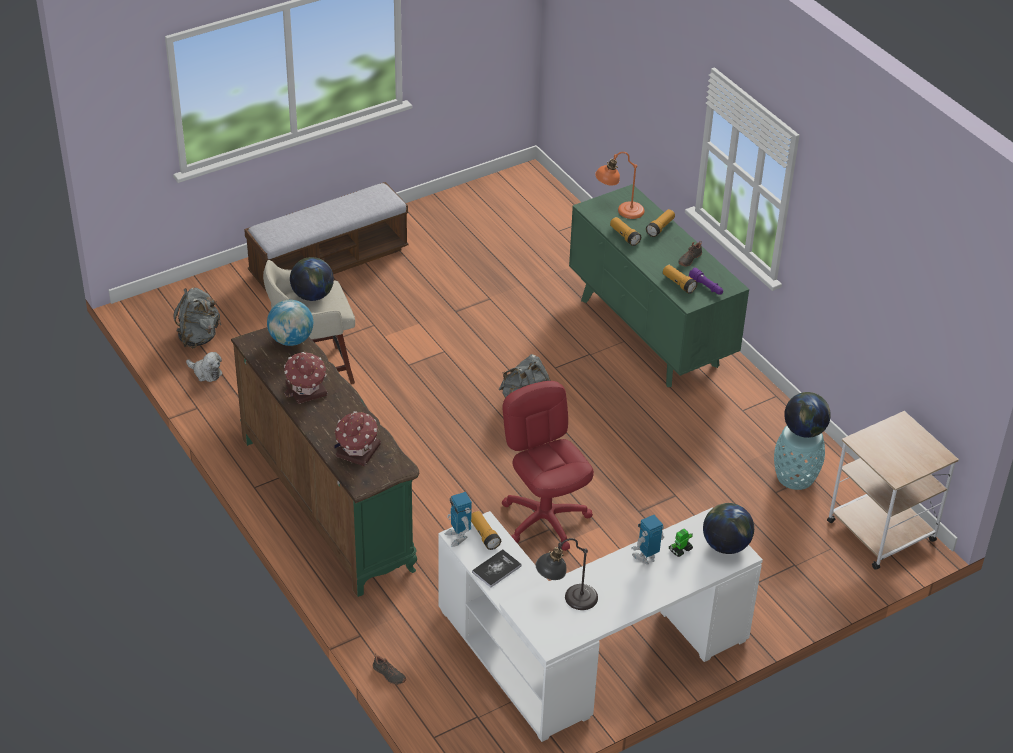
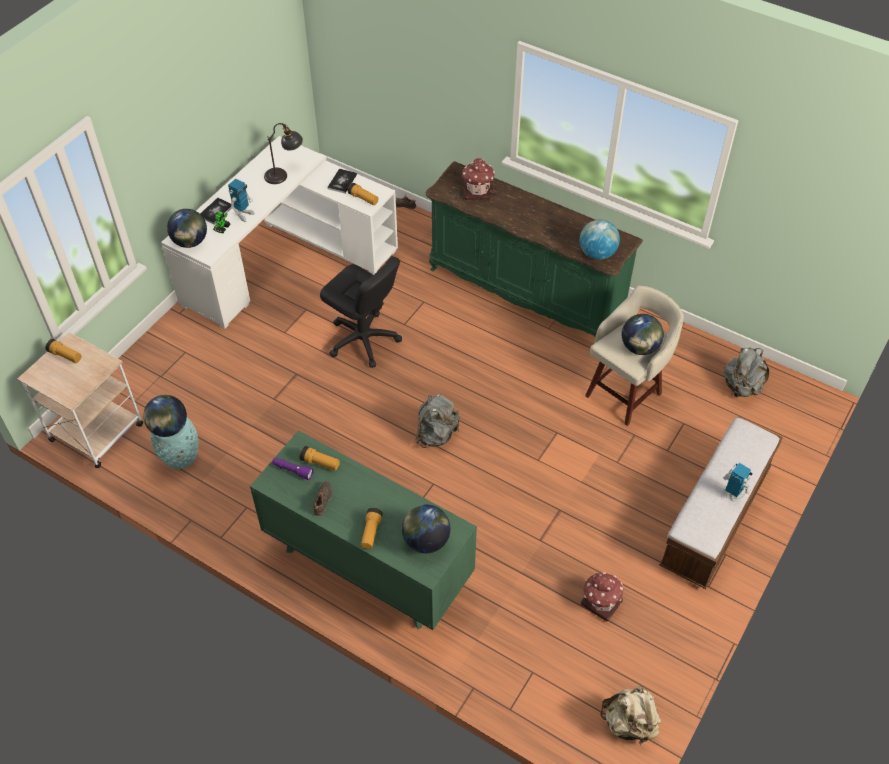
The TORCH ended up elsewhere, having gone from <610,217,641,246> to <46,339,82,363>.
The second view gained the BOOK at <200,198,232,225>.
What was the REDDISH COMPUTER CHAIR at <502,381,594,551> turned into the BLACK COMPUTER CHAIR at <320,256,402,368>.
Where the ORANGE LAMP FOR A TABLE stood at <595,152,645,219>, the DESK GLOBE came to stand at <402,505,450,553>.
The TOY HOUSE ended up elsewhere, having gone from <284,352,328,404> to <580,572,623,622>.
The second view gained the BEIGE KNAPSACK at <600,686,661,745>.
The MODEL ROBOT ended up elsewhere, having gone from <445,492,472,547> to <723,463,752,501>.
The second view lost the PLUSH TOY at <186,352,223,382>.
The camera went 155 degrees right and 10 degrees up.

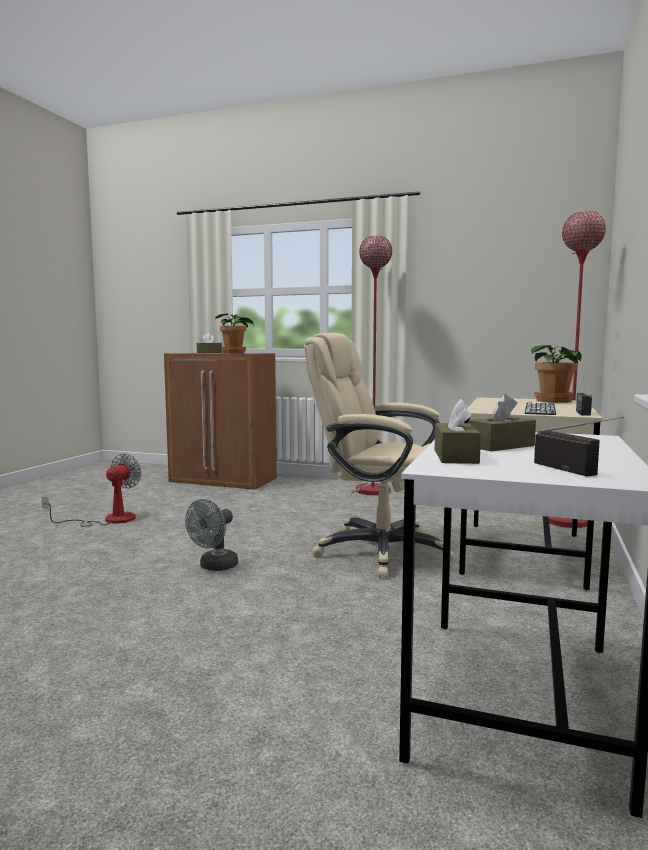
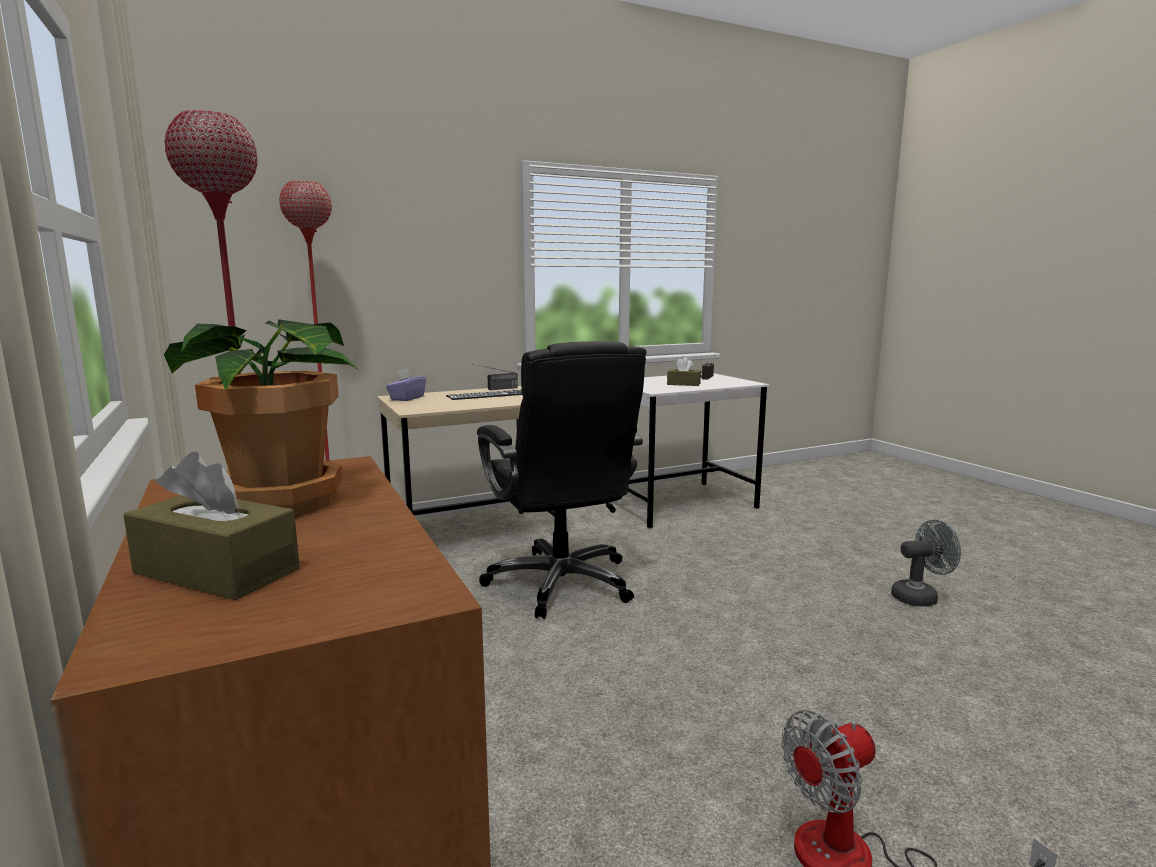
Where the HOUSEPLANT stood at <531,345,582,403>, the PURPLE-COLOURED BOX OF TISSUES came to stand at <386,369,426,401>.
What was the BEIGE COMPUTER CHAIR at <304,333,455,578> turned into the BLACK COMPUTER CHAIR at <477,341,647,619>.
The GREY COOLING FAN ended up elsewhere, having gone from <185,499,238,571> to <891,520,961,607>.
The second view lost the BROWN BOX OF TISSUES at <435,399,481,464>.
The camera went 135 degrees left and 5 degrees up.

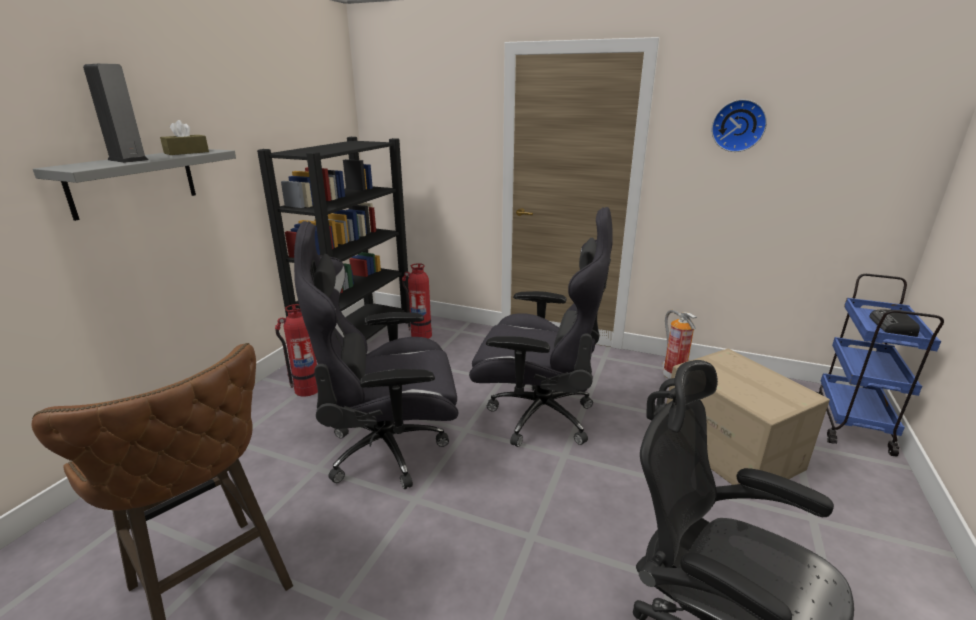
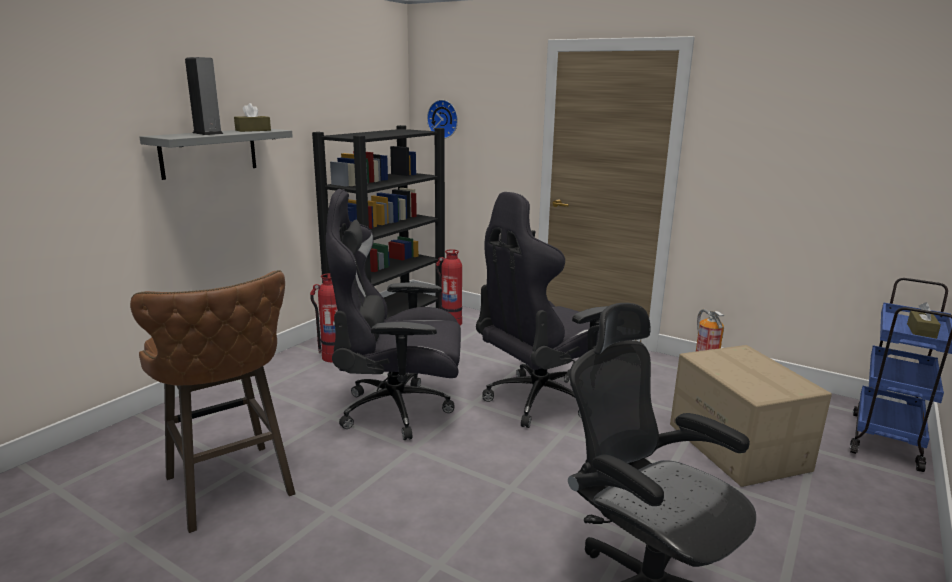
The WALL CLOCK ended up elsewhere, having gone from <711,99,767,152> to <427,100,458,138>.
The BLACK COMPUTER CHAIR at <469,207,613,447> ended up facing another way, 120 degrees clockwise from before.
Where the RADIO SET stood at <869,310,920,337>, the BROWN BOX OF TISSUES came to stand at <907,302,941,339>.
The camera went 10 degrees right and 5 degrees down.

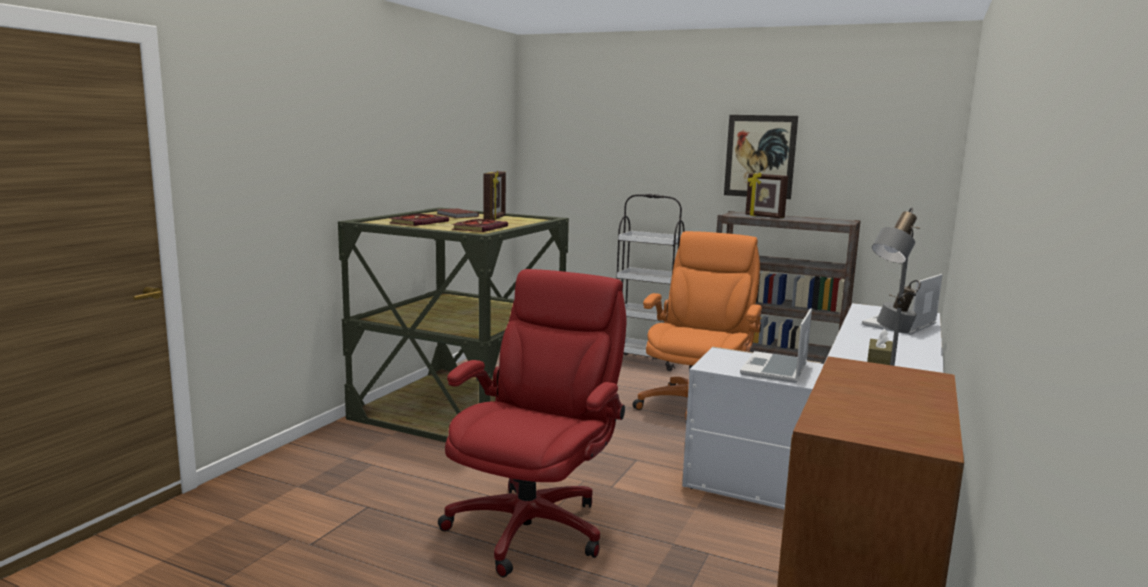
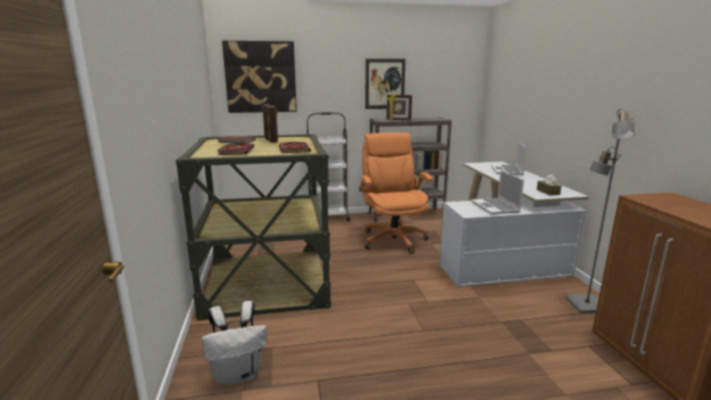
The second view gained the WHITE KNAPSACK at <202,301,267,386>.
The second view gained the WALL PICTURE at <222,41,297,113>.
The second view lost the REDDISH COMPUTER CHAIR at <438,269,627,577>.
The camera went 35 degrees left and 5 degrees up.

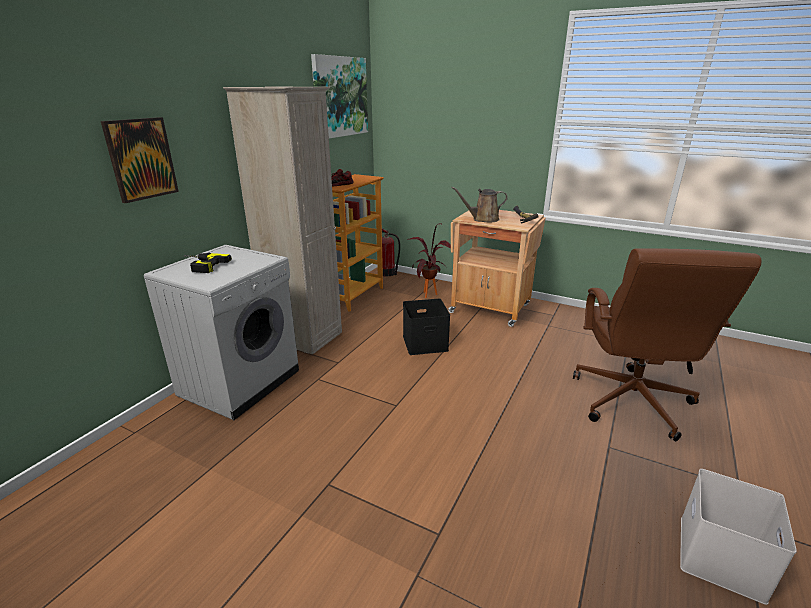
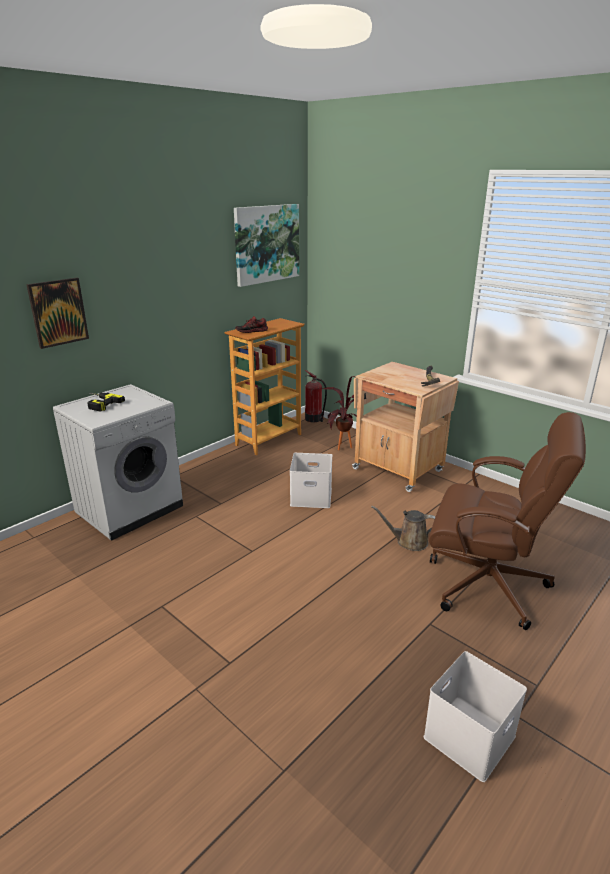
What was the BLACK STORAGE BOX at <403,299,450,355> turned into the WHITE STORAGE BOX at <290,453,332,508>.
The BROWN SPRINKLING CAN ended up elsewhere, having gone from <451,187,508,222> to <371,506,435,551>.
The BROWN COMPUTER CHAIR at <573,248,761,441> ended up facing another way, 90 degrees counterclockwise from before.
The second view lost the BEIGE CABINET at <223,87,342,354>.
The camera went 15 degrees right and 0 degrees up.

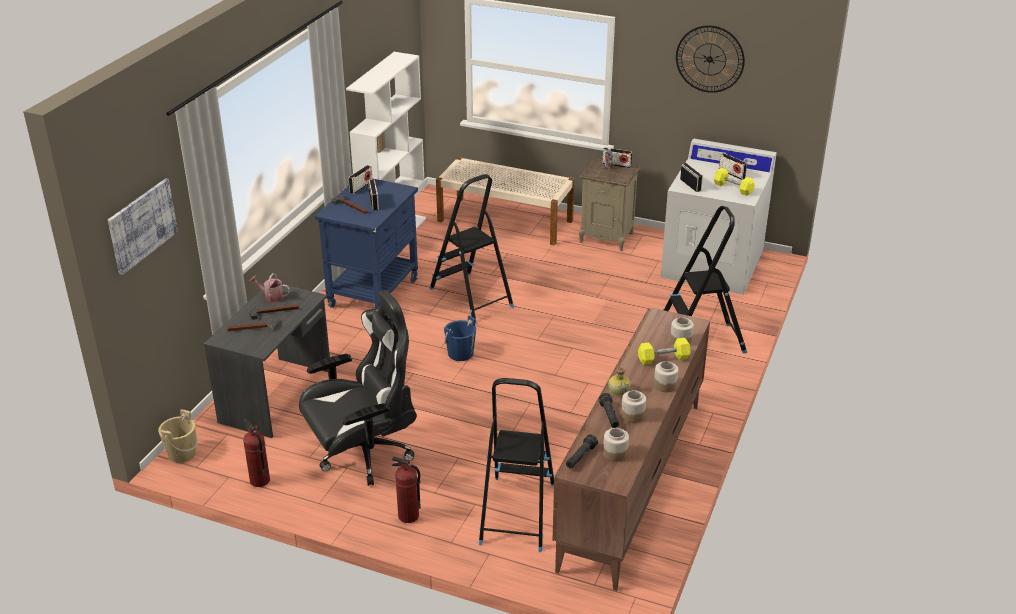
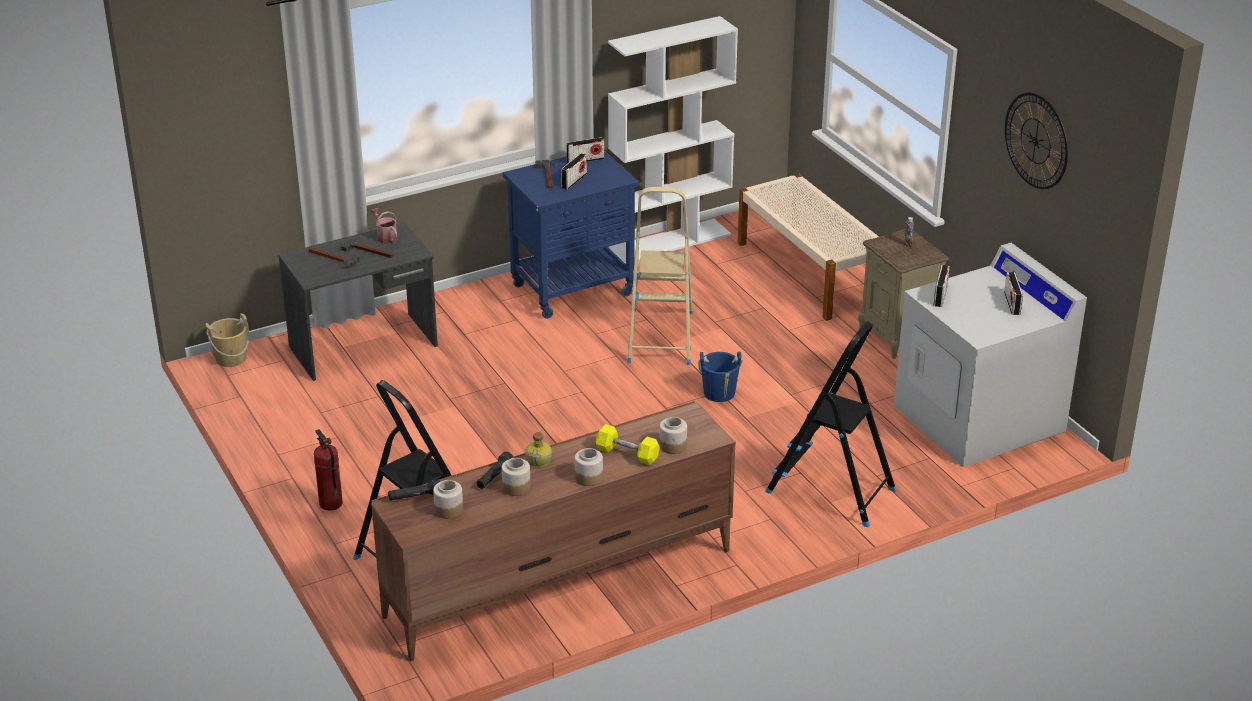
What was the BLACK STEP STOOL at <430,174,514,323> turned into the BEIGE STEP STOOL at <628,187,693,365>.
The BLUE-COLOURED BUCKET ended up elsewhere, having gone from <444,315,476,361> to <698,352,743,402>.
The second view lost the WALL PICTURE at <108,178,178,275>.
The second view lost the FIRE EXTINGUISHER at <243,419,270,487>.
The second view lost the BLACK COMPUTER CHAIR at <299,290,417,486>.
The second view lost the RADIO SET at <602,147,632,168>.
The second view lost the YELLOWISH HAND WEIGHT at <714,168,755,196>.
The camera went 40 degrees right and 0 degrees up.

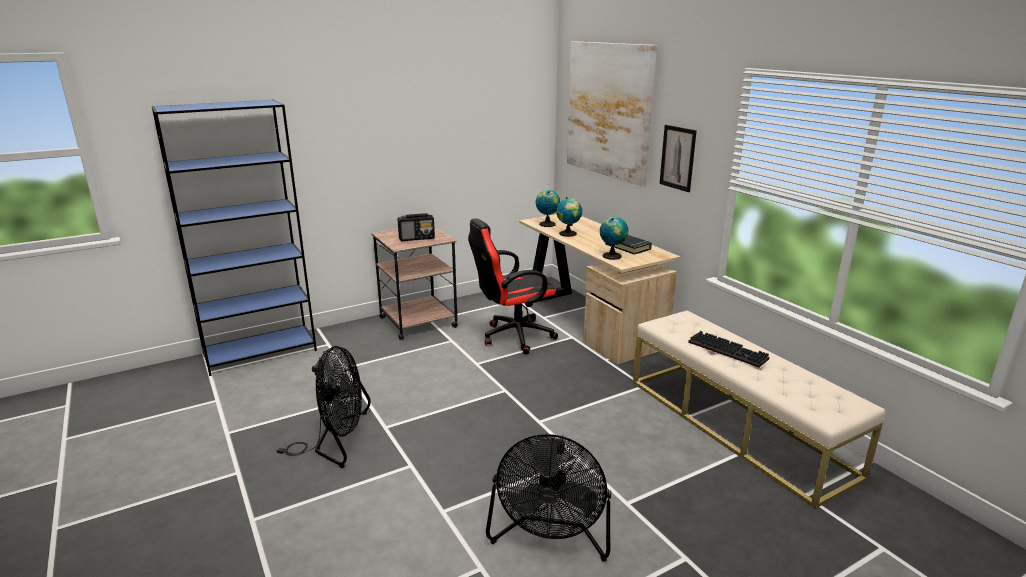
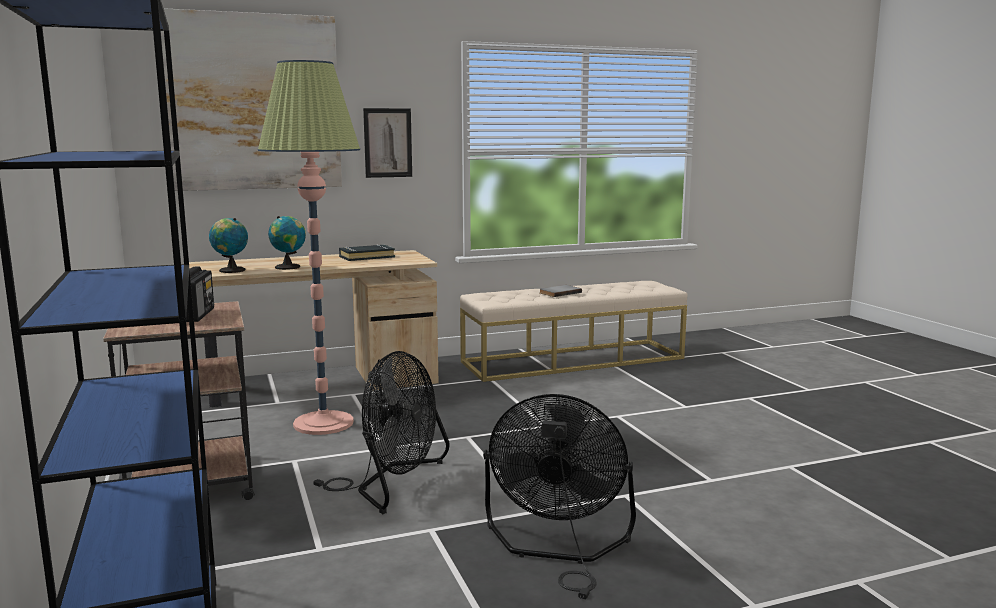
Where the BLACK COMPUTER CHAIR stood at <468,218,558,355>, the STANDING LAMP came to stand at <258,60,360,435>.
The BLACK COOLING FAN ended up elsewhere, having gone from <486,433,611,562> to <313,351,449,514>.
Where the COMPUTER KEYBOARD stood at <688,331,770,368>, the GREY BOOK came to stand at <540,285,582,297>.
The second view lost the DESK GLOBE at <600,217,628,260>.
The camera went 80 degrees left and 10 degrees down.

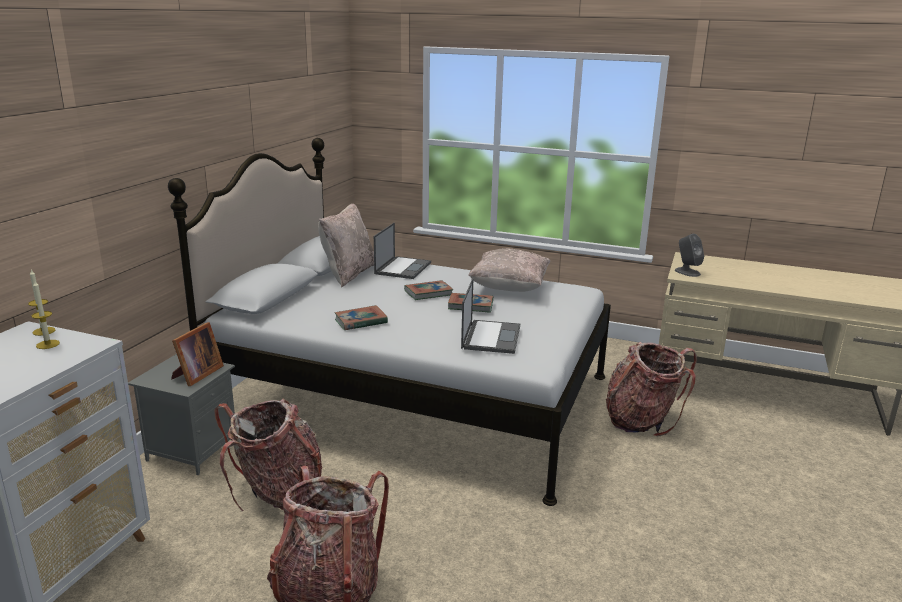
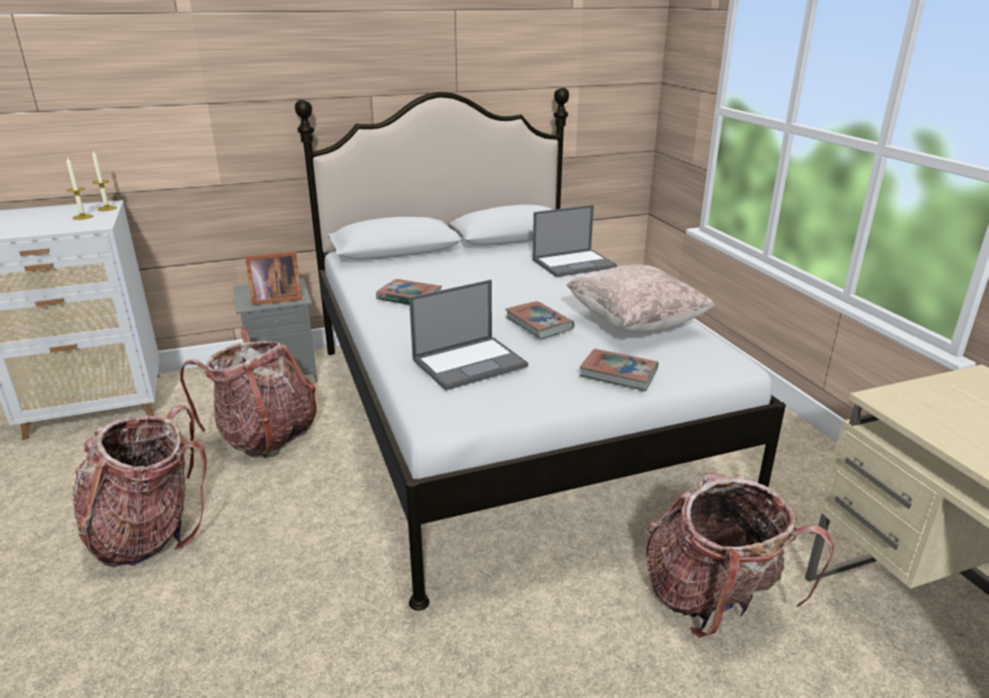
The BOOK ended up elsewhere, having gone from <404,280,453,300> to <580,349,658,391>.
The second view lost the BEIGE THROW PILLOW at <318,204,374,287>.
The second view lost the GREY AUDIO SPEAKER at <675,234,704,277>.
The camera went 50 degrees right and 5 degrees up.

